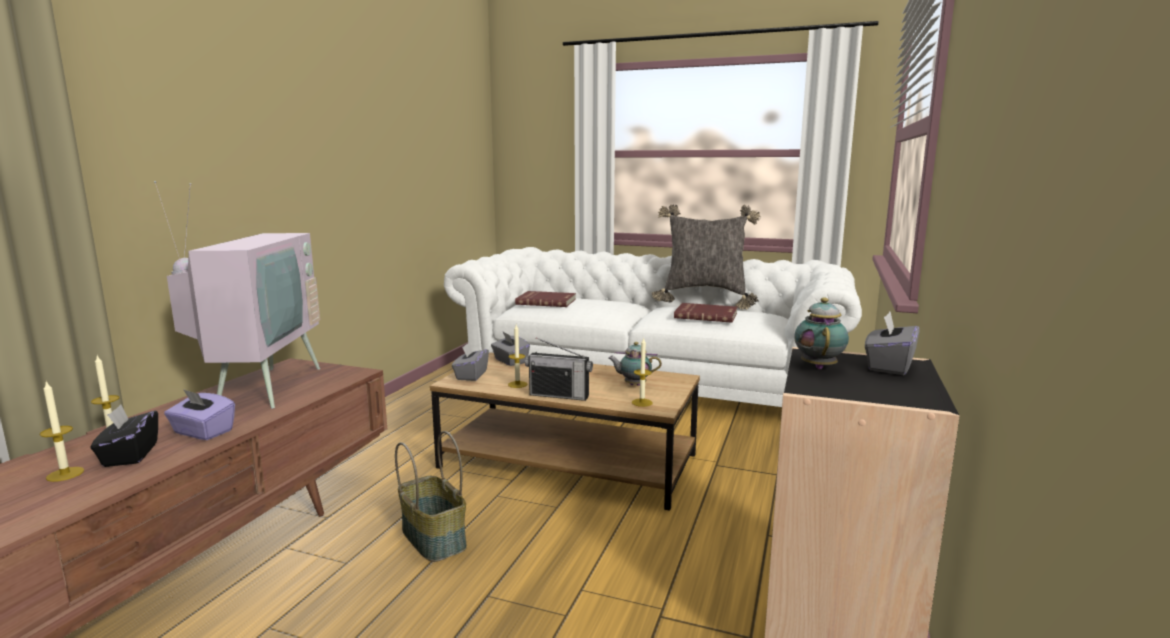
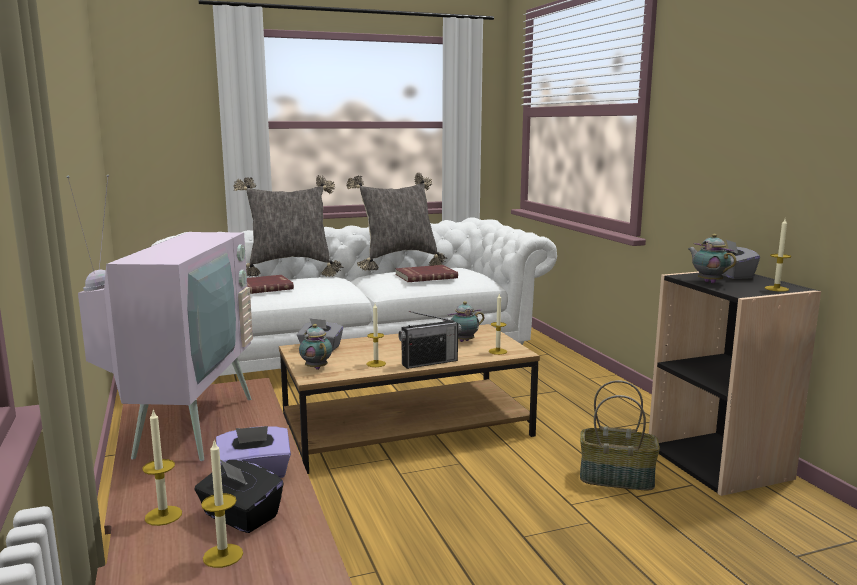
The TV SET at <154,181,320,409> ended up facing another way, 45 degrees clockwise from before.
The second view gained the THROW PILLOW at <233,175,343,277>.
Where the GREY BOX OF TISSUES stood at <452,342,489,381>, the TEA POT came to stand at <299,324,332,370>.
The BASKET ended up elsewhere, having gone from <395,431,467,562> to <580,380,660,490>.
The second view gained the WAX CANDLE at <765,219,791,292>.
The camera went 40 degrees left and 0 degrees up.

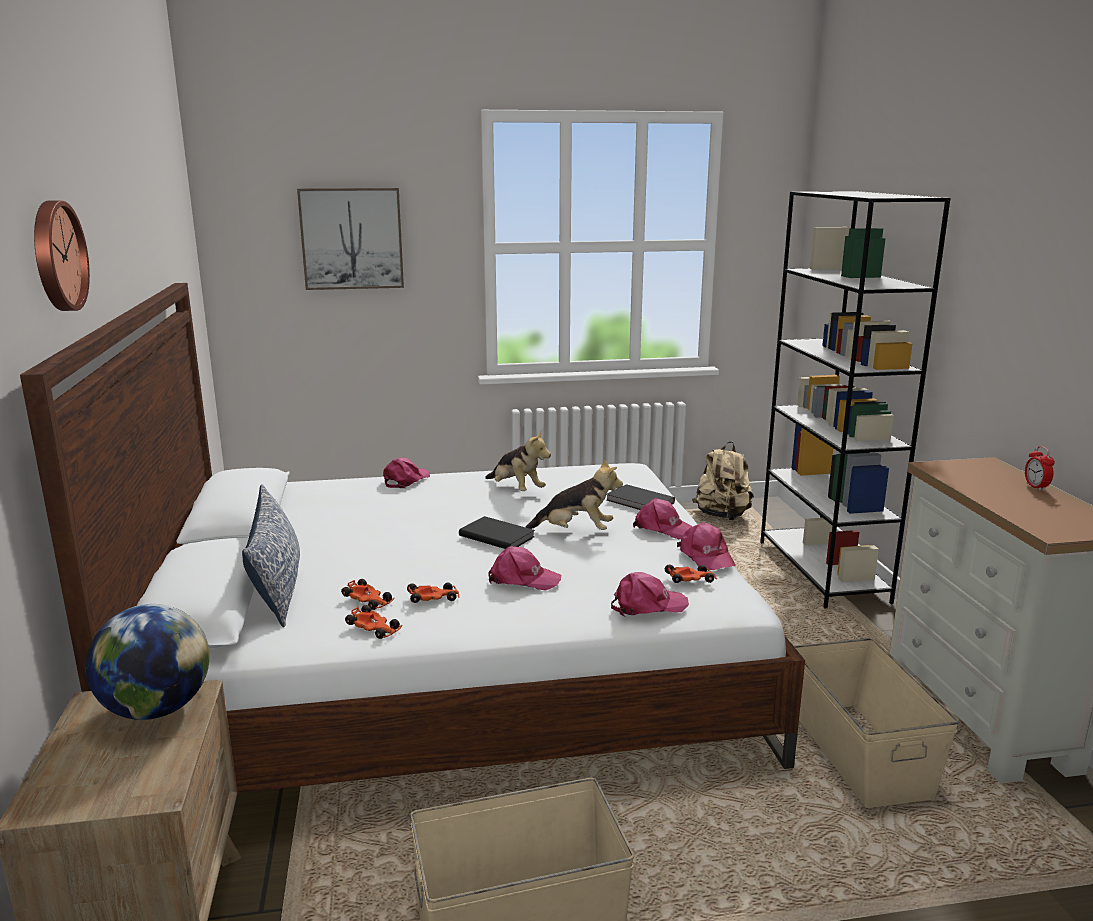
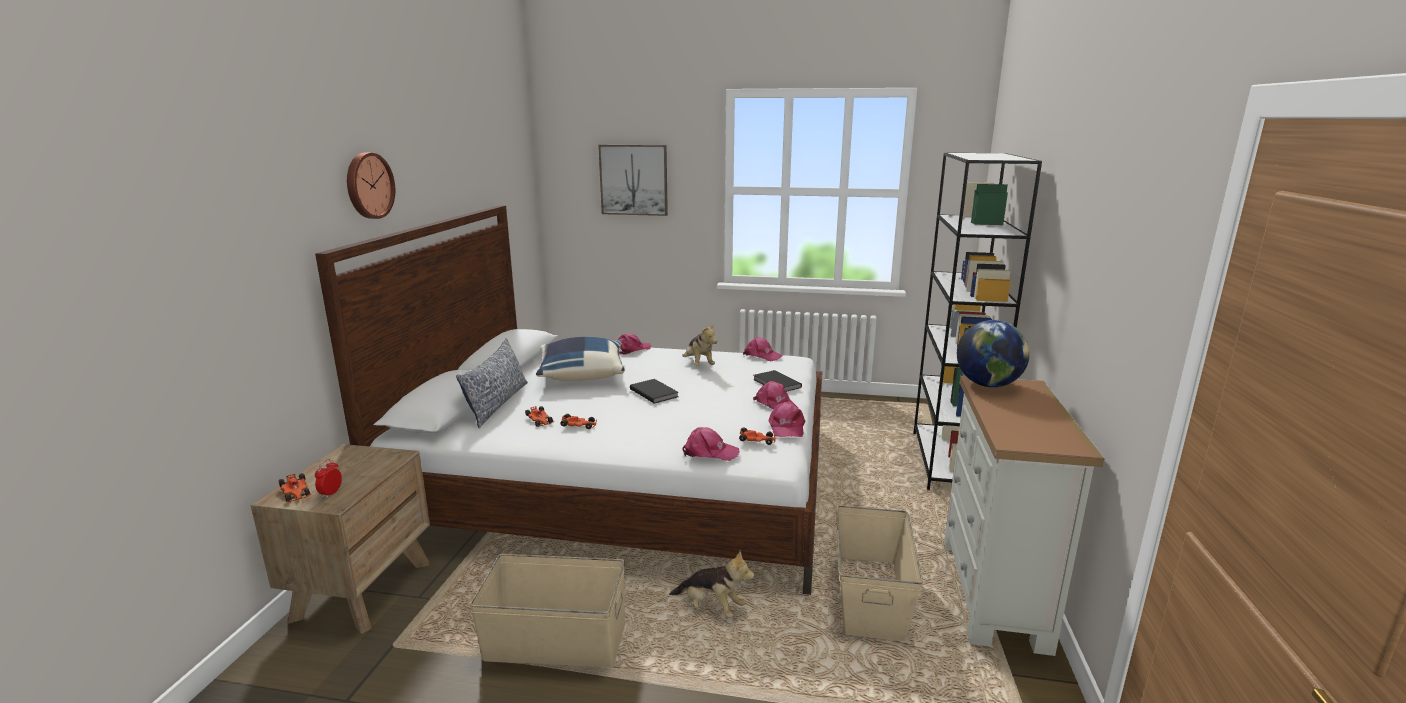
The MINIATURE CAR ended up elsewhere, having gone from <345,605,403,639> to <278,473,311,502>.
The ALARM CLOCK ended up elsewhere, having gone from <1025,446,1055,491> to <315,459,342,498>.
The second view gained the BLUE-COLOURED THROW PILLOW at <536,337,625,381>.
The PLUSH TOY ended up elsewhere, having gone from <526,459,623,530> to <669,550,755,618>.
The PINK-COLOURED PEAKED CAP ended up elsewhere, having gone from <488,546,561,591> to <743,337,782,361>.
The DESK GLOBE ended up elsewhere, having gone from <86,604,210,720> to <957,320,1030,387>.
The second view lost the BEIGE KNAPSACK at <692,441,754,520>.
The camera went 20 degrees right and 0 degrees up.

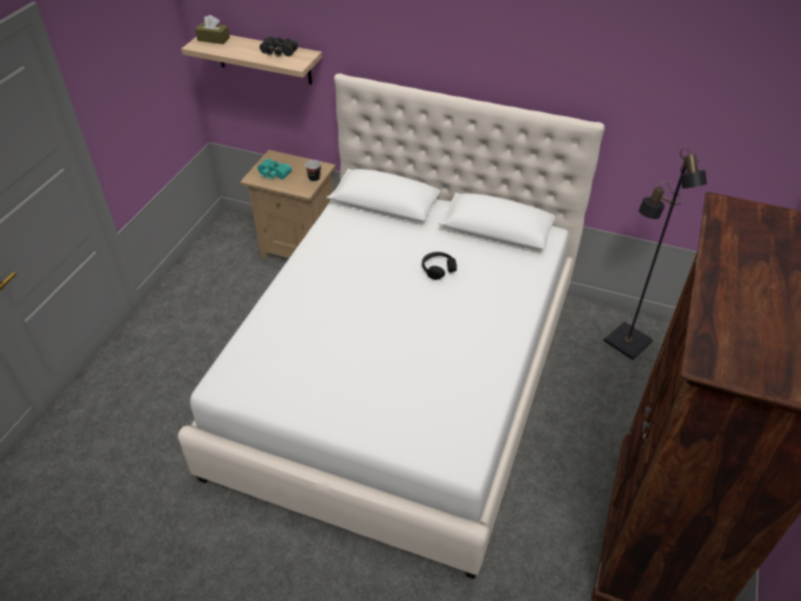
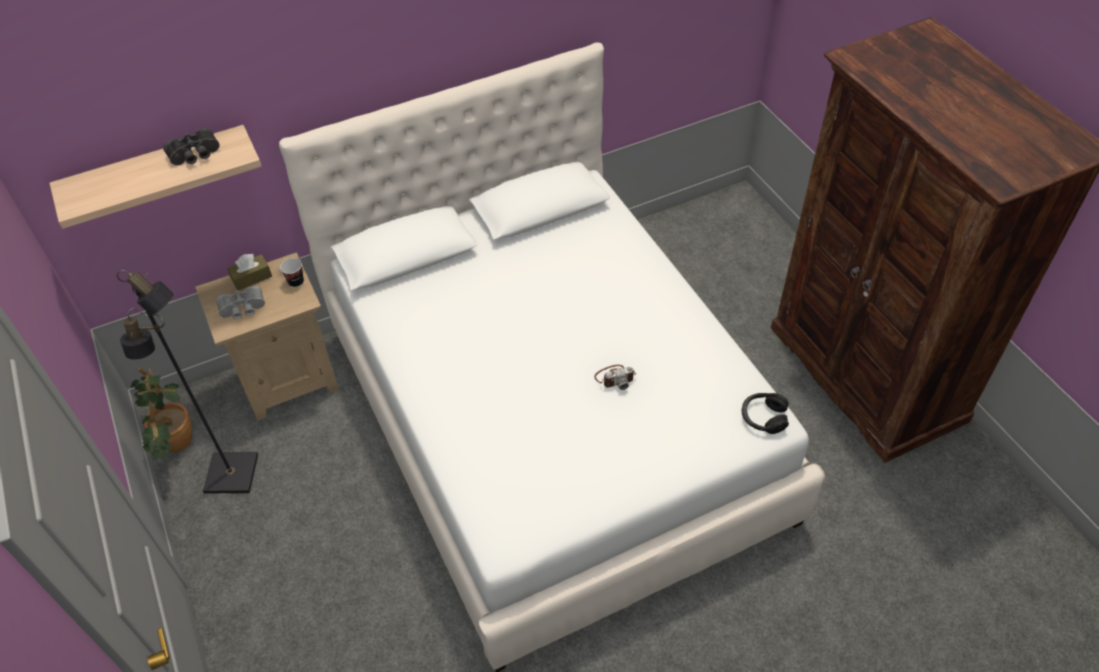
The BLACK STANDING LAMP ended up elsewhere, having gone from <603,148,707,360> to <117,270,258,494>.
The second view gained the HOUSEPLANT at <131,367,192,460>.
What was the TURQUOISE-COLOURED BINOCULARS at <257,158,292,180> turned into the GREY BINOCULARS at <216,286,265,319>.
The BROWN BOX OF TISSUES ended up elsewhere, having gone from <195,15,230,44> to <227,254,272,291>.
The second view gained the PHOTO CAMERA at <594,365,636,390>.
The BLACK HEADPHONES ended up elsewhere, having gone from <422,252,457,280> to <742,393,789,434>.
The camera went 45 degrees left and 5 degrees up.

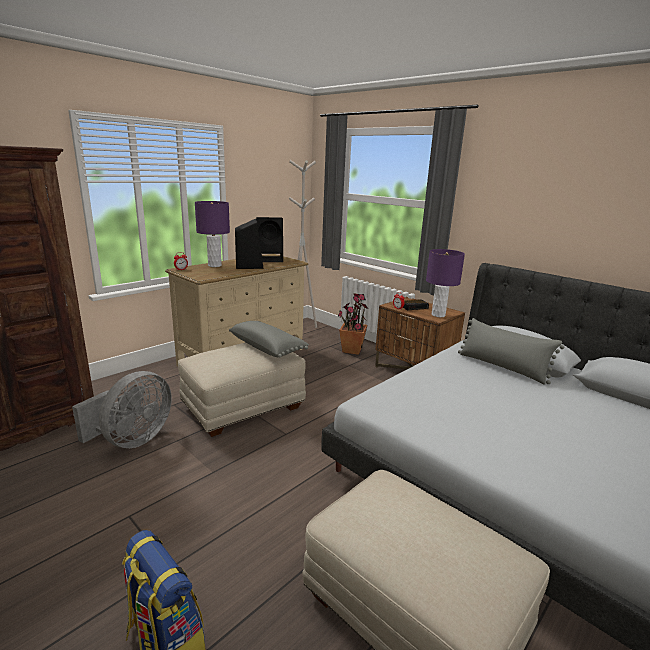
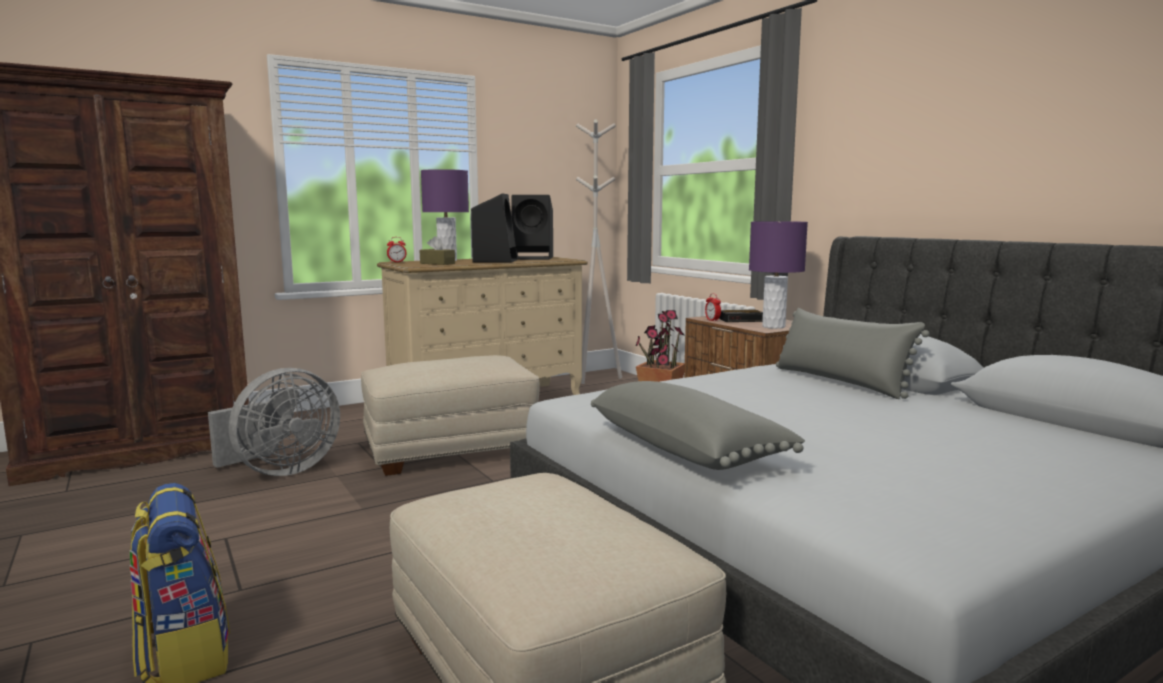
The second view gained the BROWN BOX OF TISSUES at <420,236,455,265>.
The GREY THROW PILLOW ended up elsewhere, having gone from <229,321,309,357> to <591,381,805,470>.
The camera went 15 degrees right and 10 degrees down.

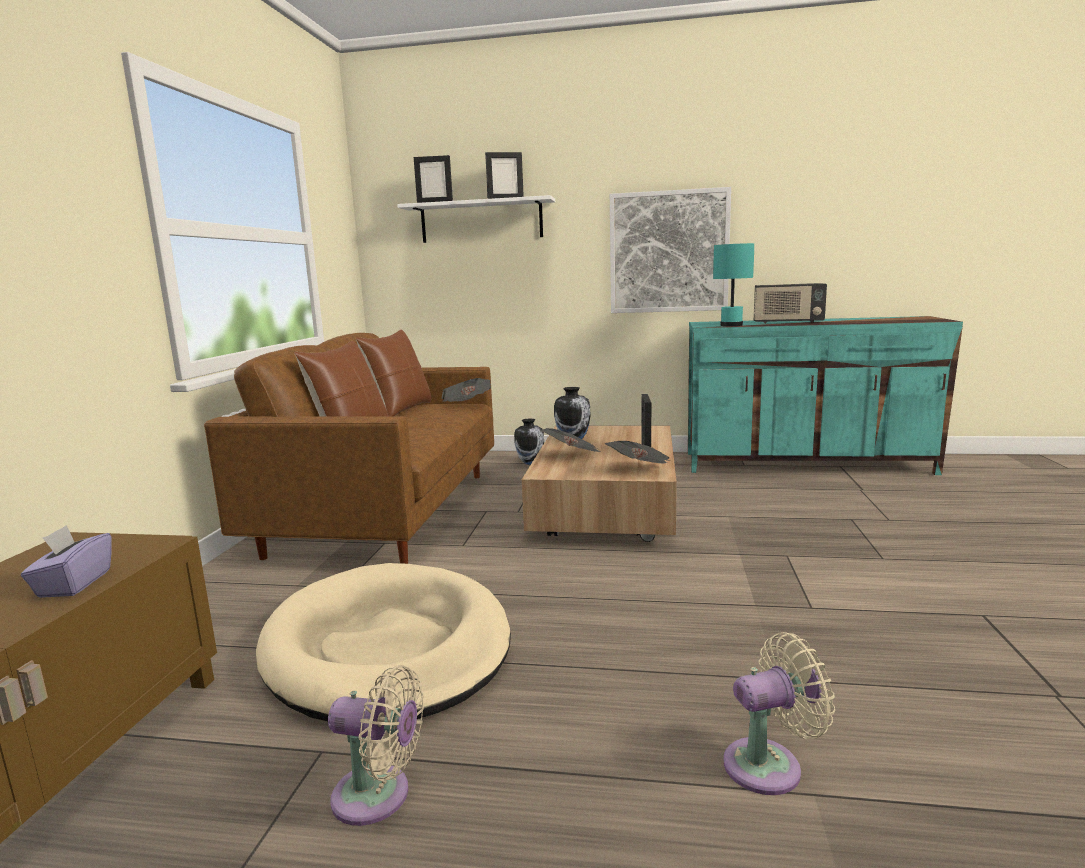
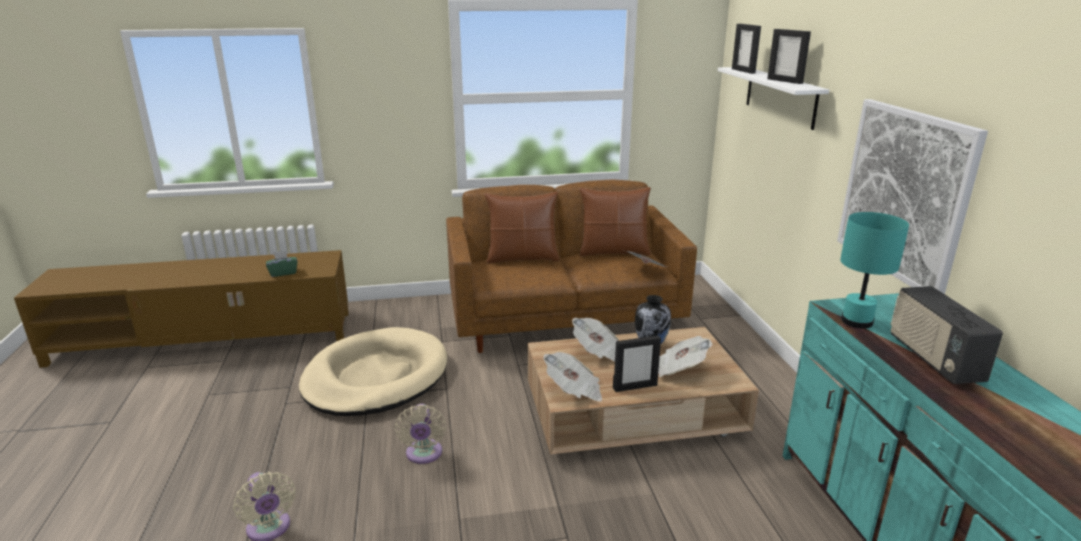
What was the PURPLE-COLOURED BOX OF TISSUES at <21,525,111,598> turned into the GREEN BOX OF TISSUES at <266,250,297,277>.
The BEIGE COOLING FAN ended up elsewhere, having gone from <328,665,424,826> to <395,404,447,464>.
The second view gained the PRINTED PAPER at <658,336,713,377>.
The second view lost the DECORATIVE VASE at <514,419,544,465>.
The camera went 70 degrees right and 10 degrees up.

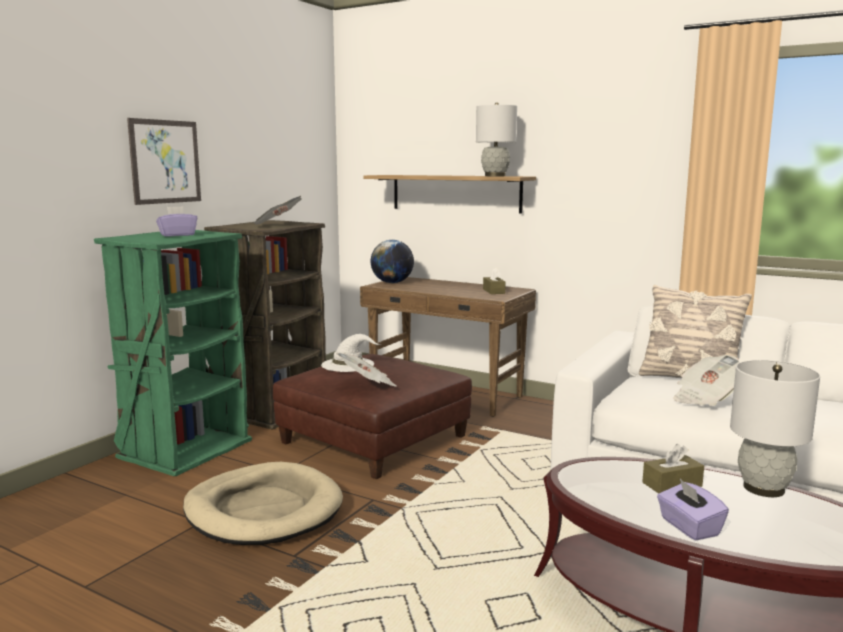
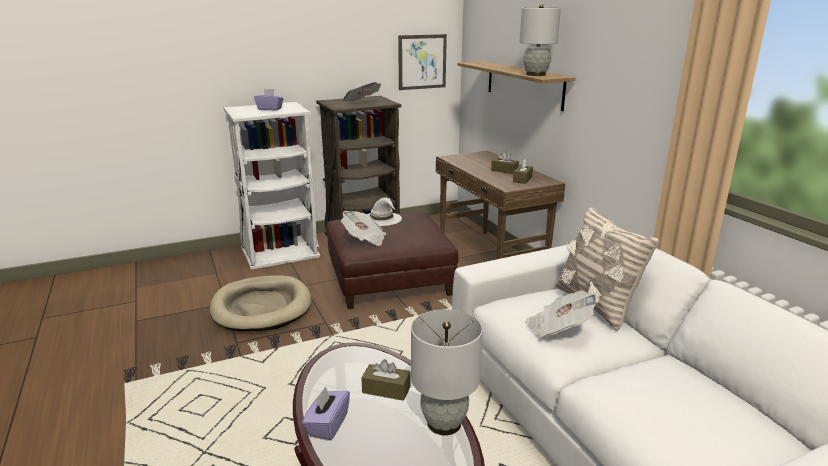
What was the GREEN BOOKCASE at <94,230,252,476> turned into the WHITE BOOKCASE at <224,102,320,270>.
The WALL PICTURE ended up elsewhere, having gone from <127,118,201,205> to <398,34,447,90>.
The second view gained the BROWN BOX OF TISSUES at <491,151,519,174>.
The second view lost the DESK GLOBE at <371,240,414,283>.
The camera went 35 degrees right and 10 degrees up.

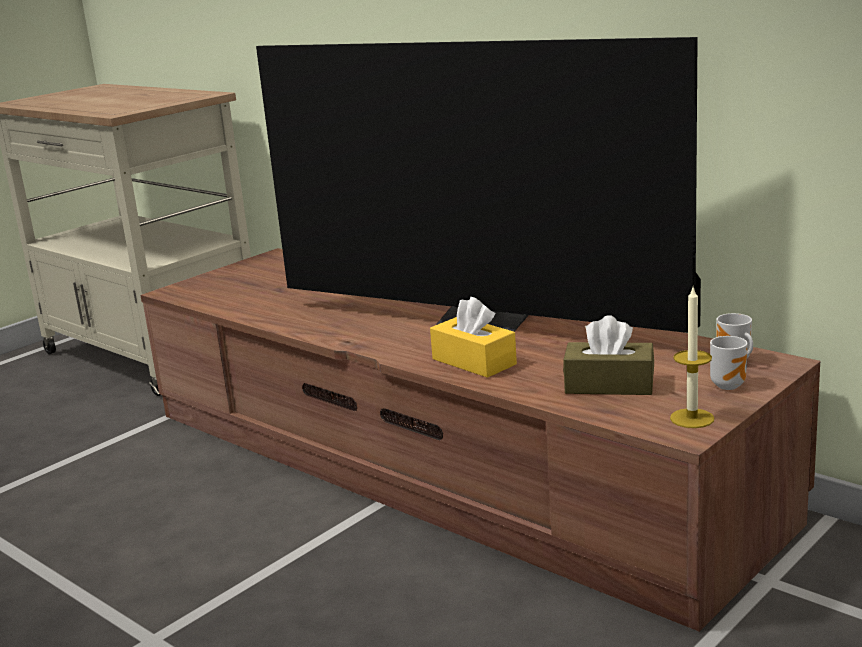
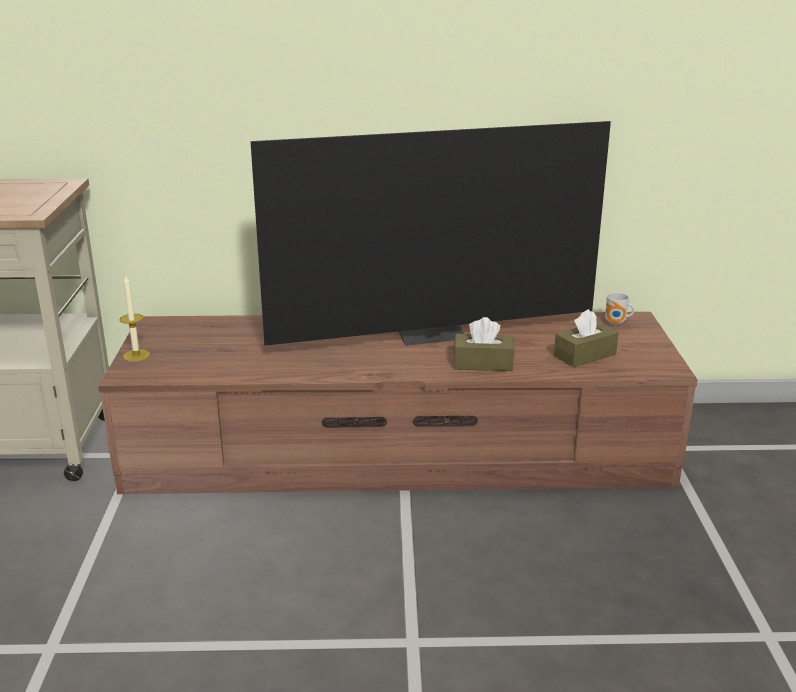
The WAX CANDLE ended up elsewhere, having gone from <670,287,714,428> to <120,276,150,362>.
What was the YELLOWISH BOX OF TISSUES at <430,297,517,378> turned into the BROWN BOX OF TISSUES at <454,317,514,371>.
The second view lost the COFFEE MUG at <710,336,748,390>.
The camera went 45 degrees left and 5 degrees up.

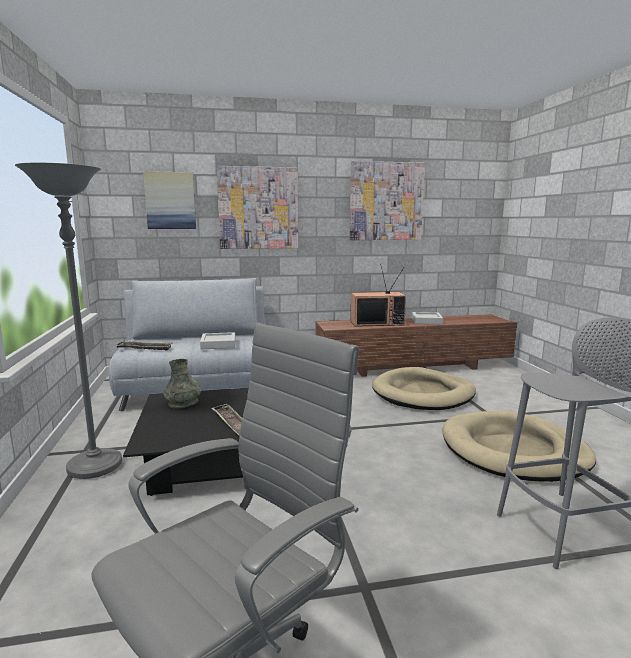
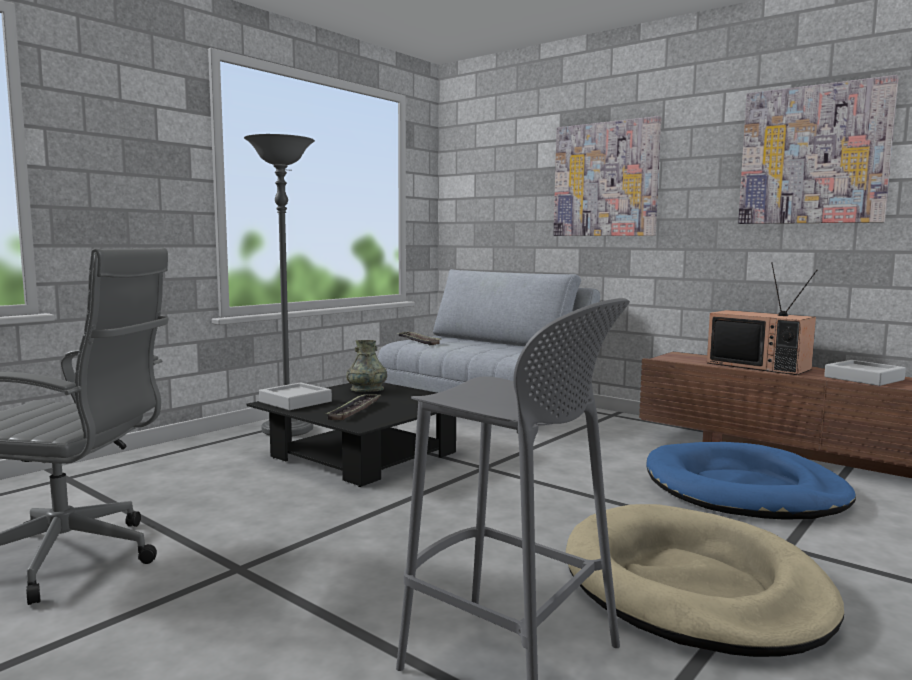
The GREY SERVING TRAY ended up elsewhere, having gone from <200,332,236,349> to <259,382,332,410>.
What was the BEIGE DOG CUSHION at <372,367,476,410> turned into the BLUE-COLOURED DOG CUSHION at <646,442,856,520>.
The second view lost the WALL PICTURE at <143,171,196,229>.
The camera went 50 degrees right and 5 degrees down.

